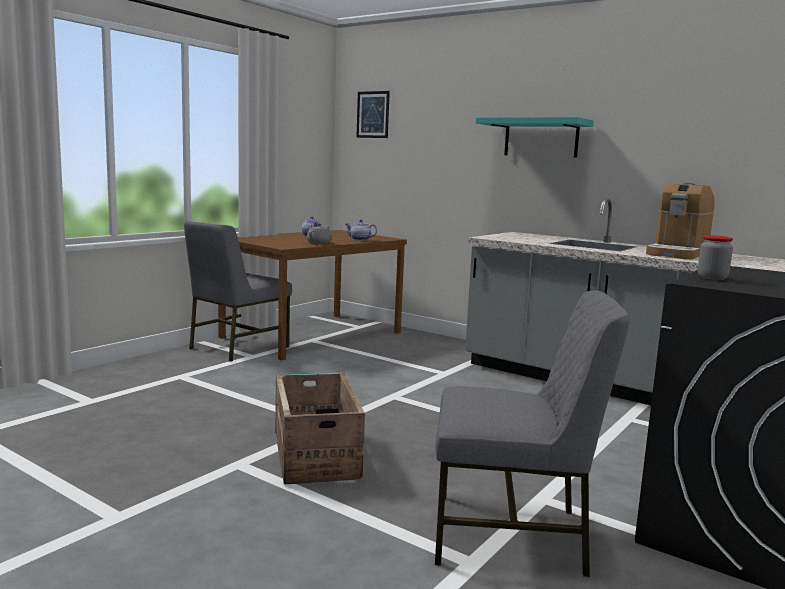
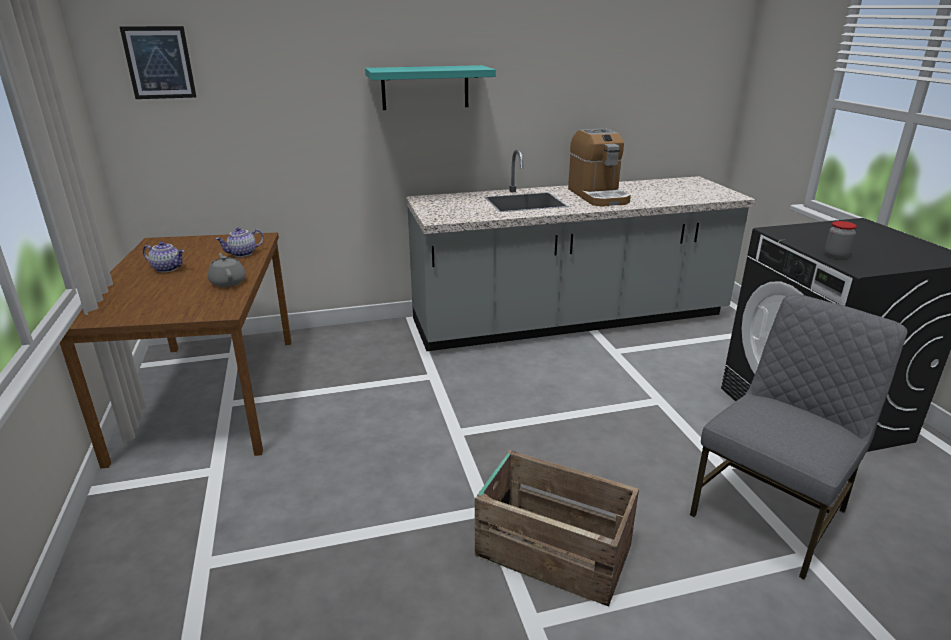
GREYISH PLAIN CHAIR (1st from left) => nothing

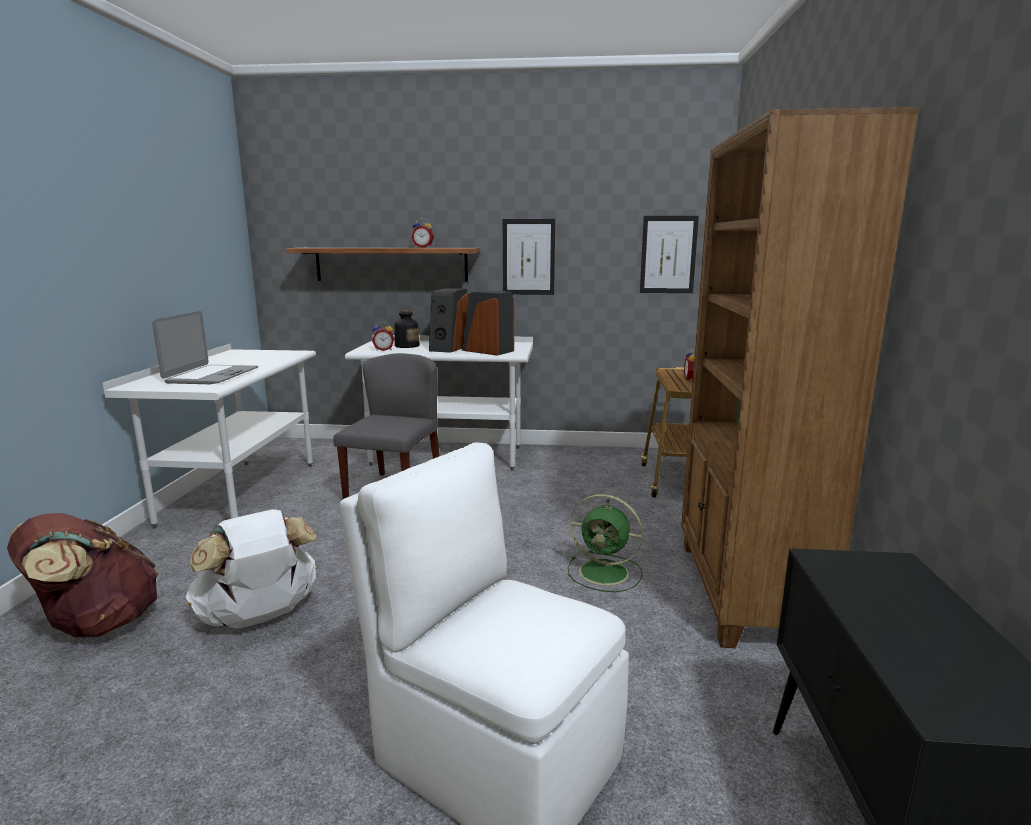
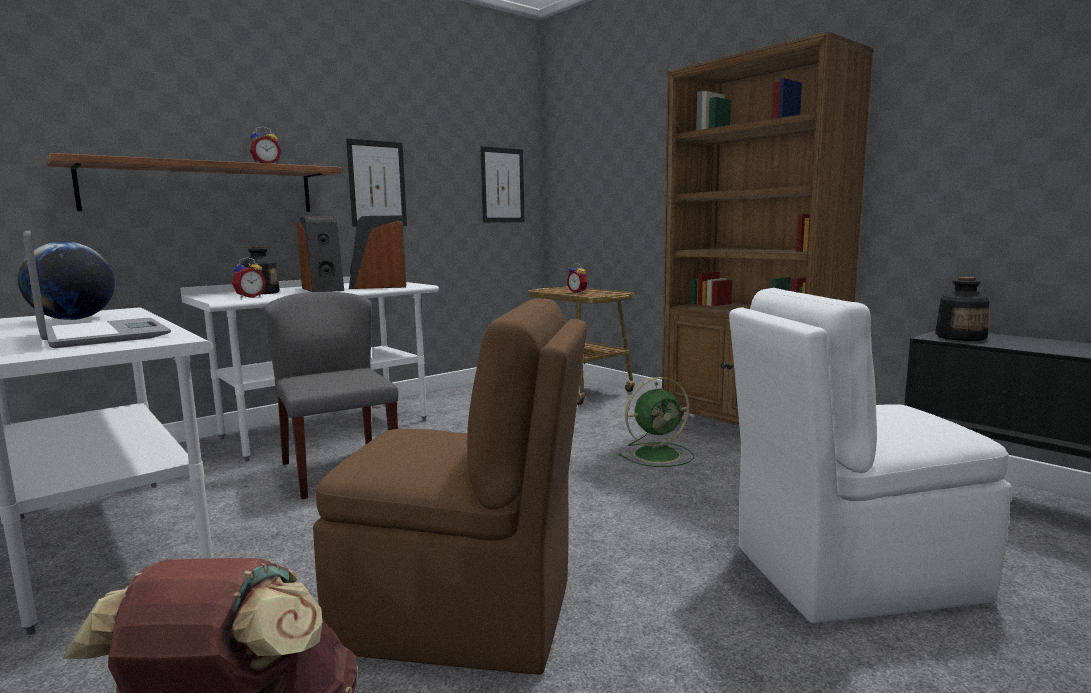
WHITE-COLOURED RUCKSACK => BROWN-COLOURED PLAIN CHAIR
nothing => DESK GLOBE
nothing => BEVERAGE BOTTLE (2nd from left)

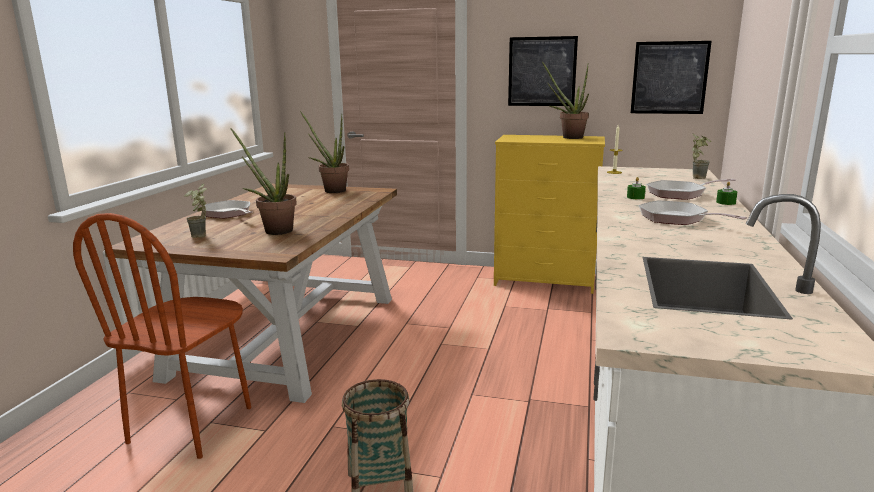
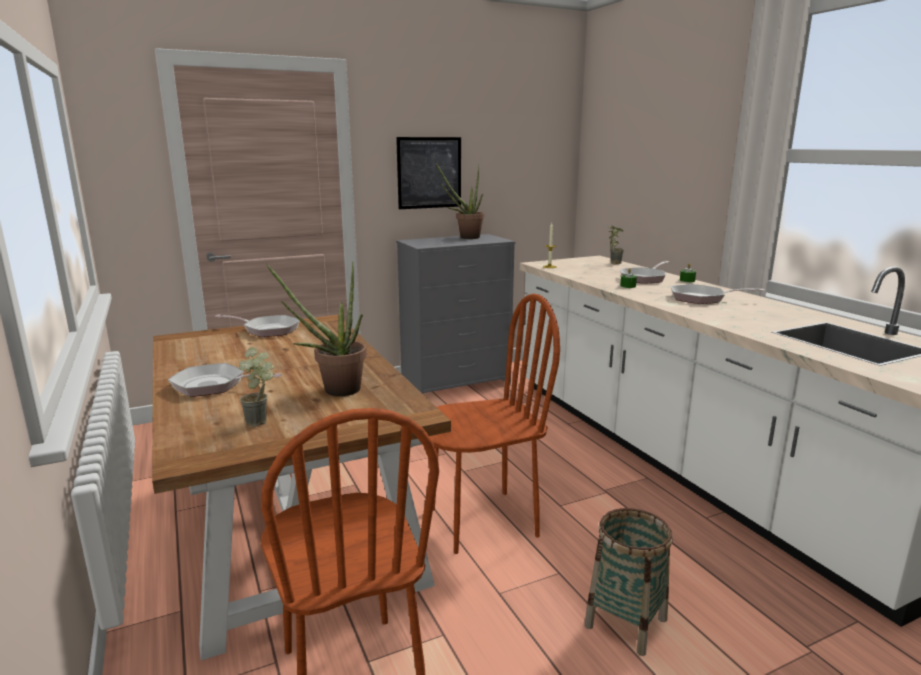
PLANT IN A POT (3rd from left) => FRYING PAN (2nd from left)
YELLOWISH DRAWER CHEST => GREYISH DRAWER CHEST
PICTURE (2nd from left) => nothing
nothing => BROWN-COLOURED PLAIN CHAIR (2nd from left)

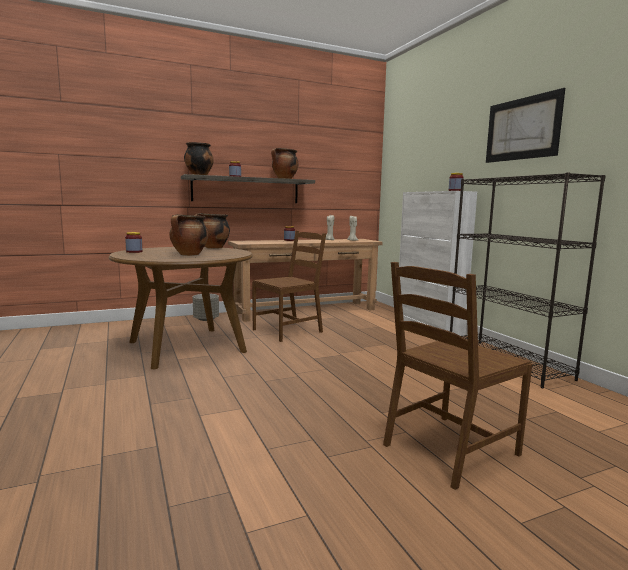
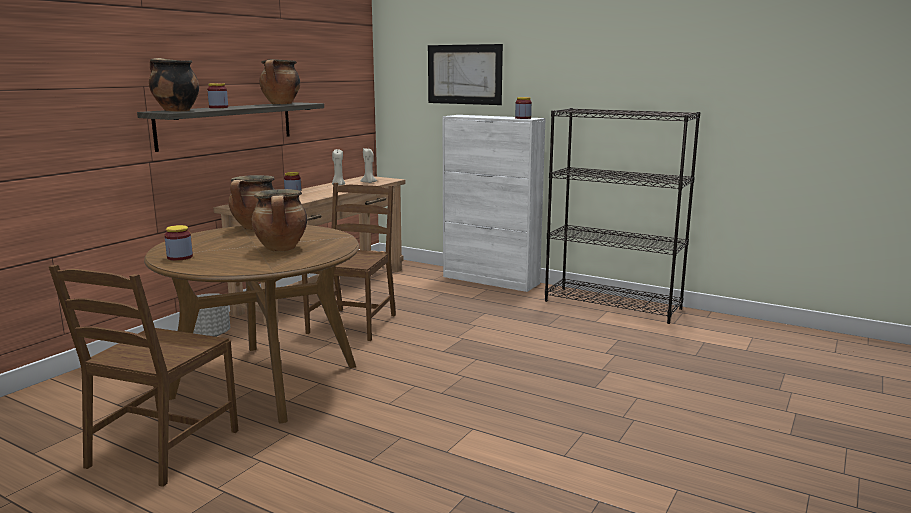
BROWN-COLOURED PLAIN CHAIR (2nd from left in the first image) => BROWN-COLOURED PLAIN CHAIR (1st from left), move
PICTURE, move

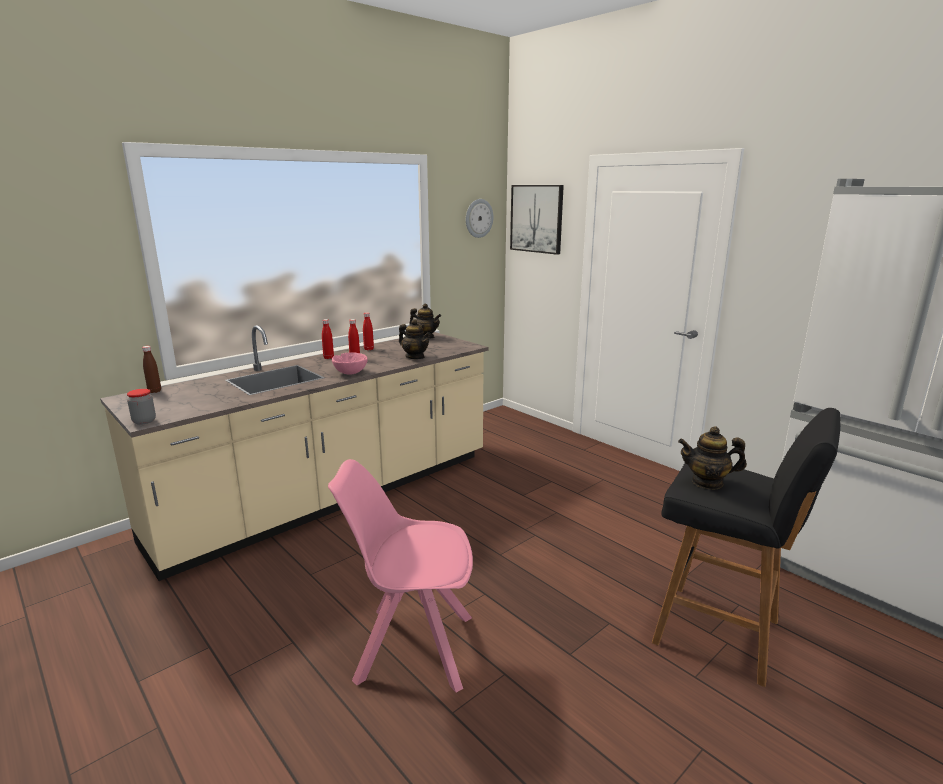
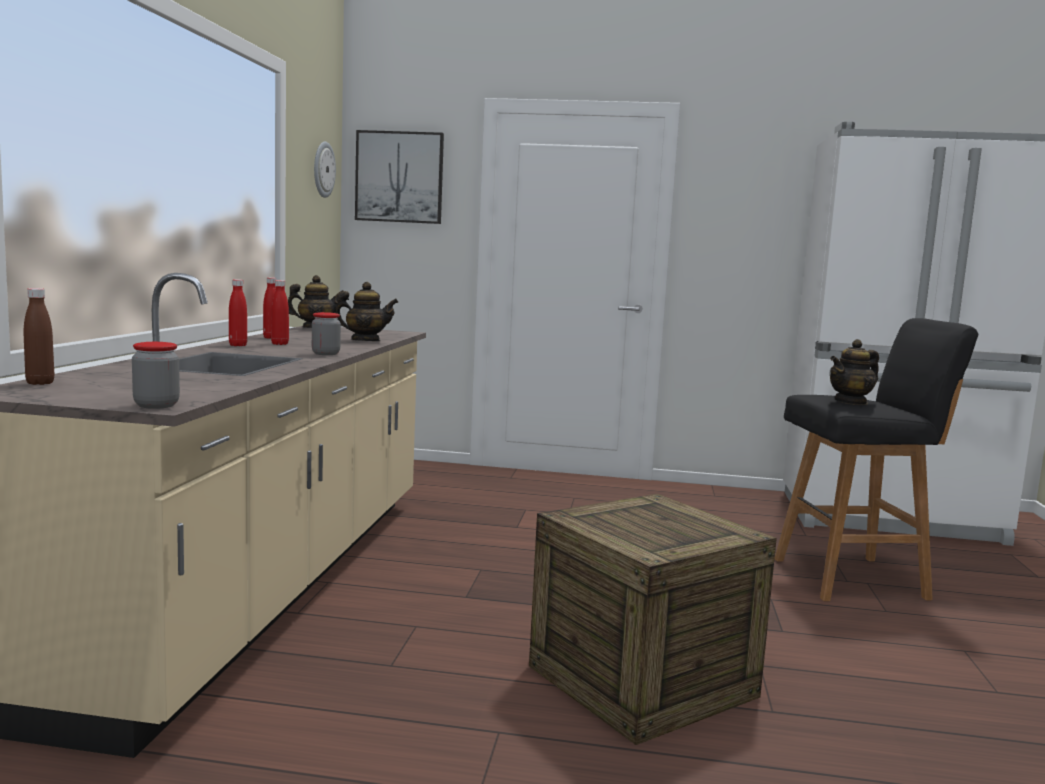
PINKISH PLAIN CHAIR => CRATE
PINKISH DEEP DISH => PRESERVE JAR (2nd from left)

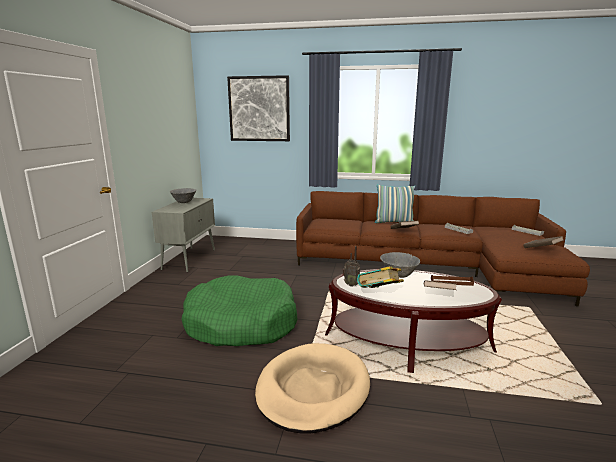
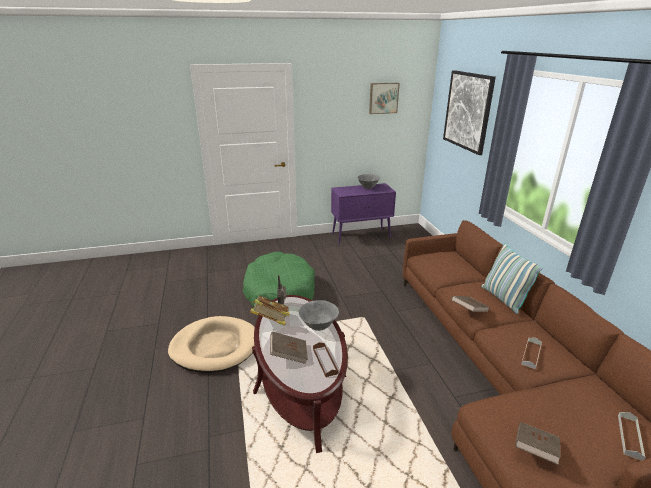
GREYISH CABINET => PURPLISH CABINET
nothing => PICTURE (1st from left)

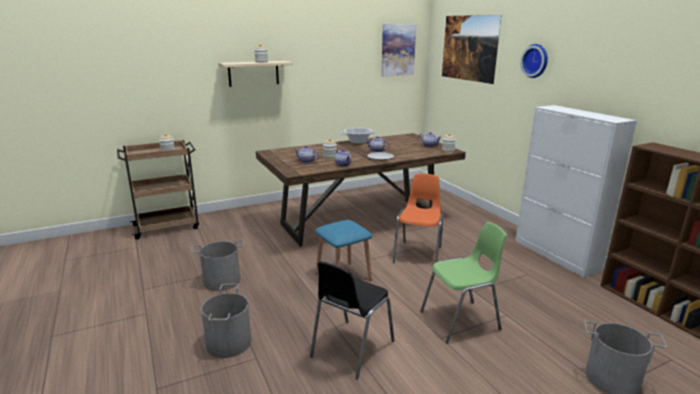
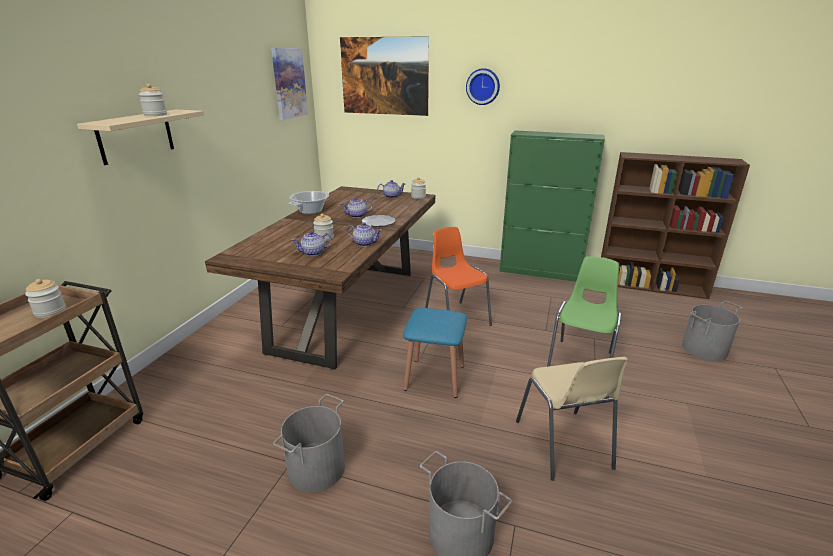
BLACK PLAIN CHAIR => BEIGE PLAIN CHAIR
WHITE-COLOURED CABINET => GREENISH CABINET

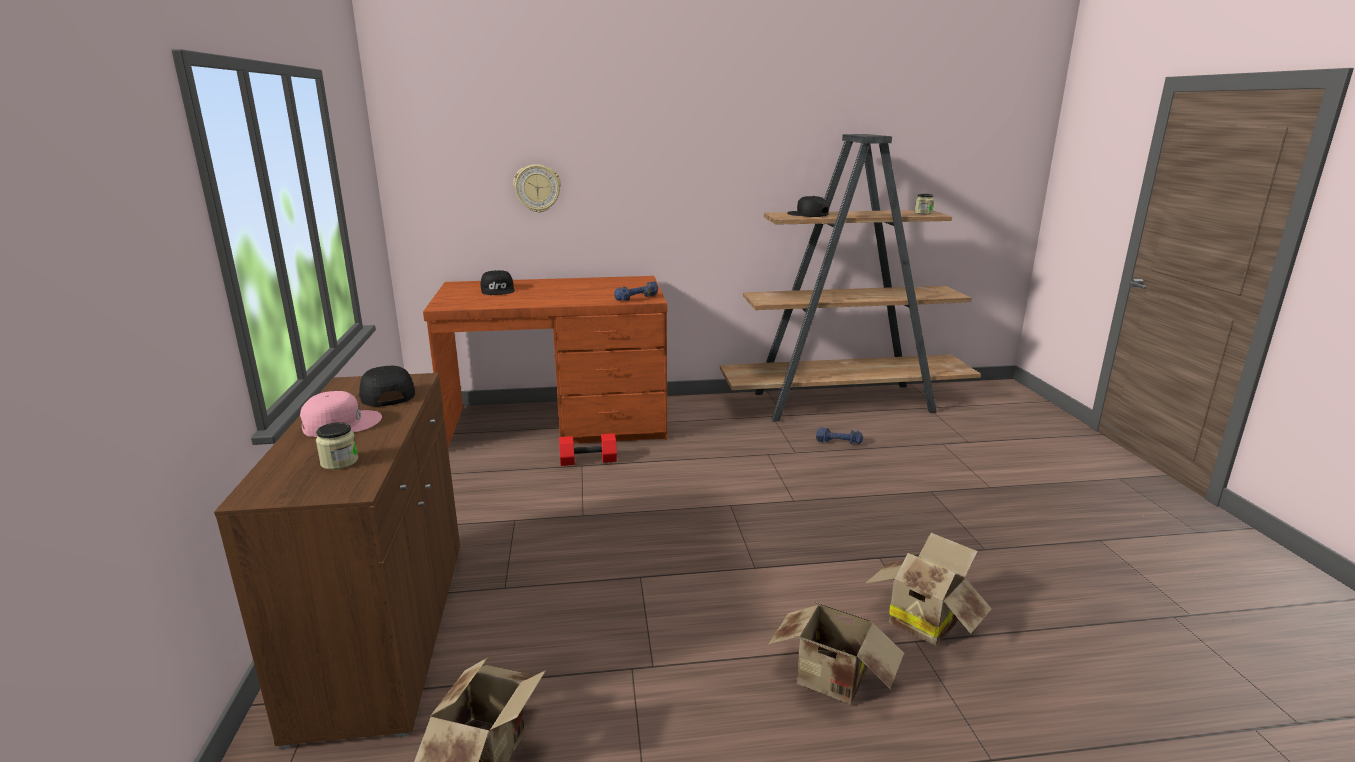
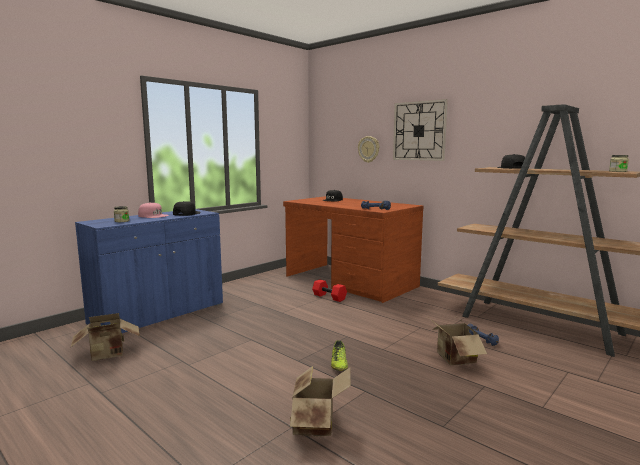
BROWN-COLOURED CABINET => BLUE-COLOURED CABINET
CARDBOARD BOX (2nd from left in the first image) => CARDBOARD BOX (3rd from left), move
nothing => SHOE
nothing => CLOCK ON THE WALL (2nd from left)

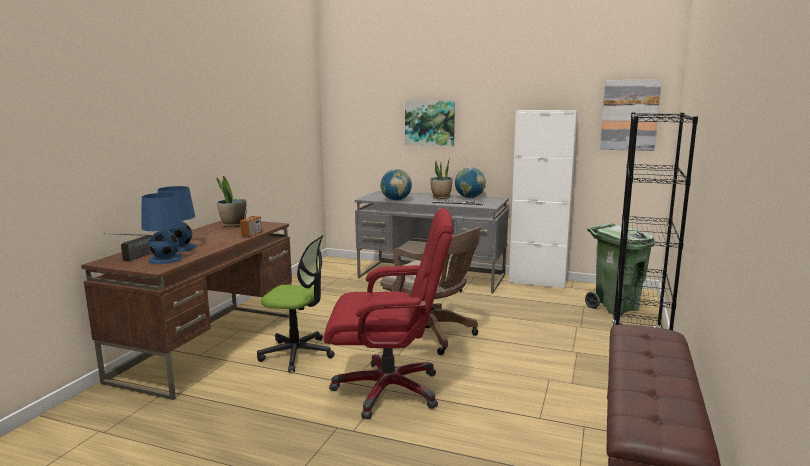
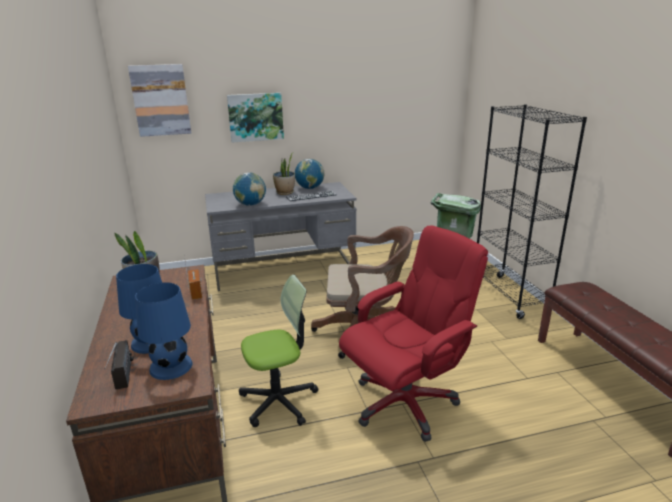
WHITE-COLOURED CABINET => nothing
PICTURE (2nd from left in the first image) => PICTURE (1st from left), move

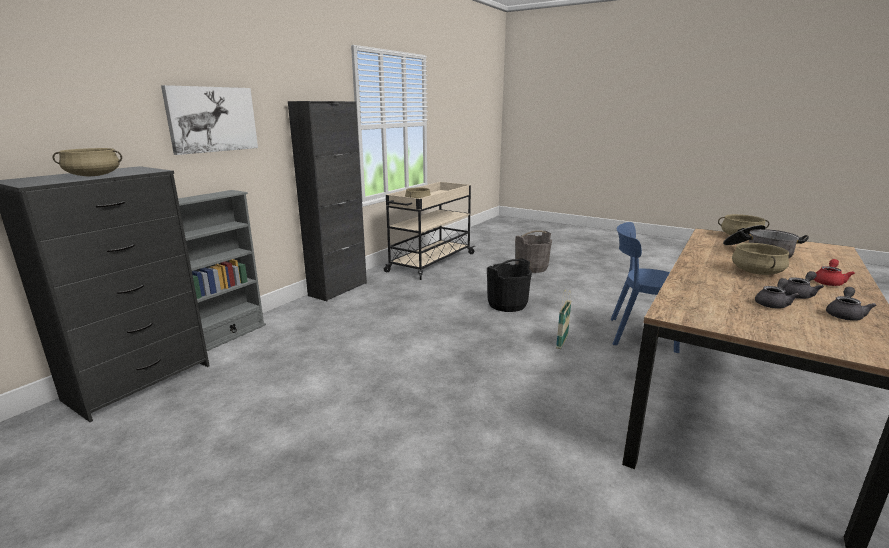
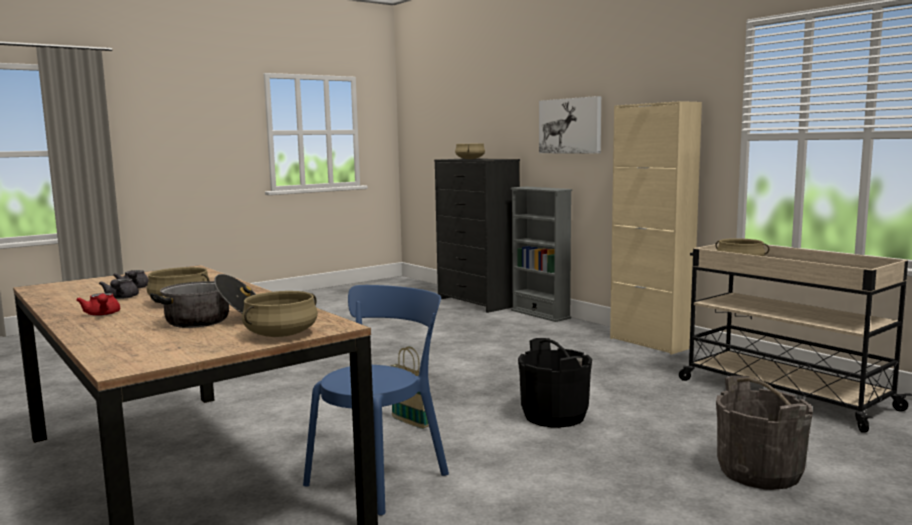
BLACK CABINET => BEIGE CABINET
GREYISH TEA POT (3rd from left) => nothing

